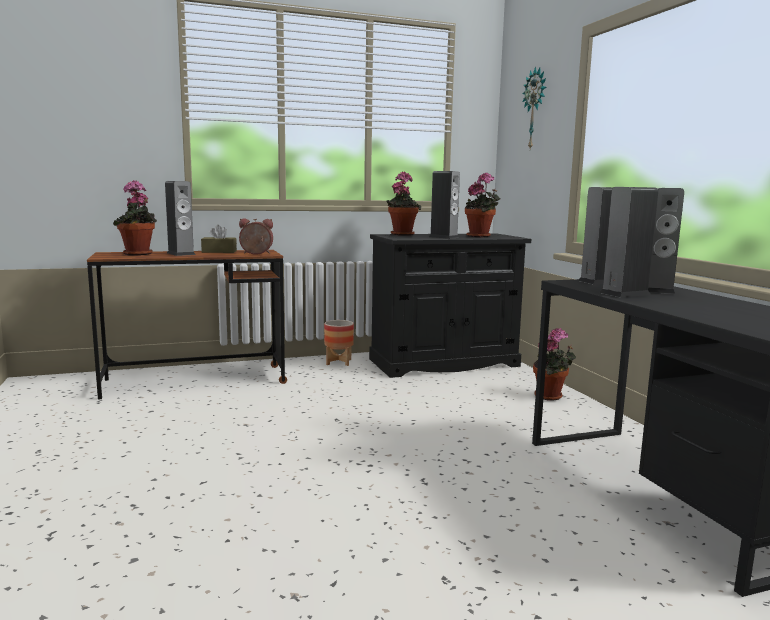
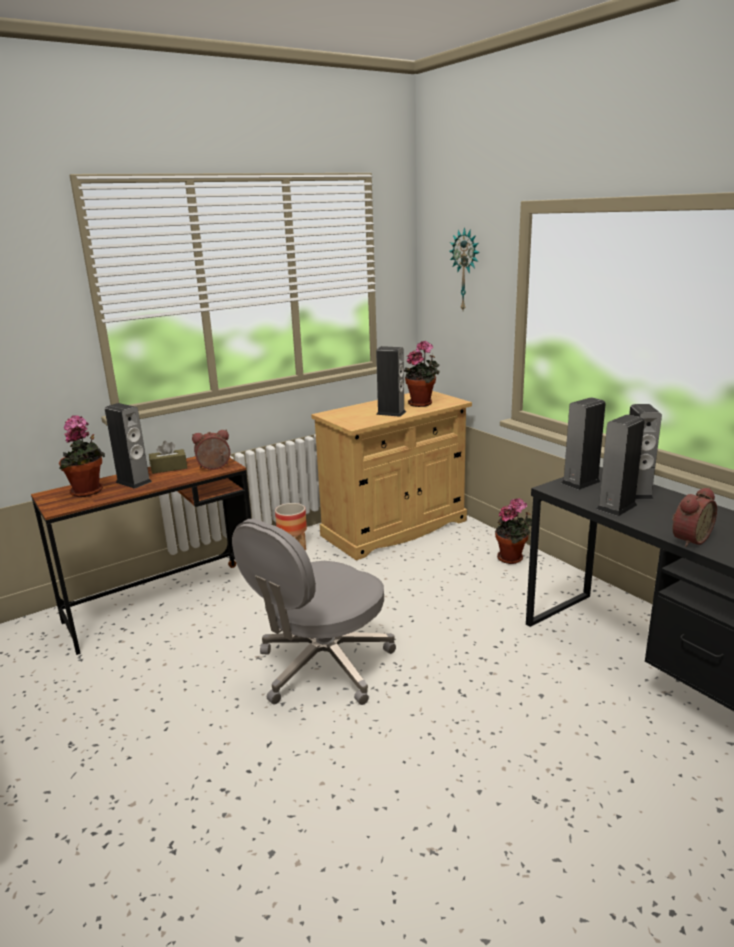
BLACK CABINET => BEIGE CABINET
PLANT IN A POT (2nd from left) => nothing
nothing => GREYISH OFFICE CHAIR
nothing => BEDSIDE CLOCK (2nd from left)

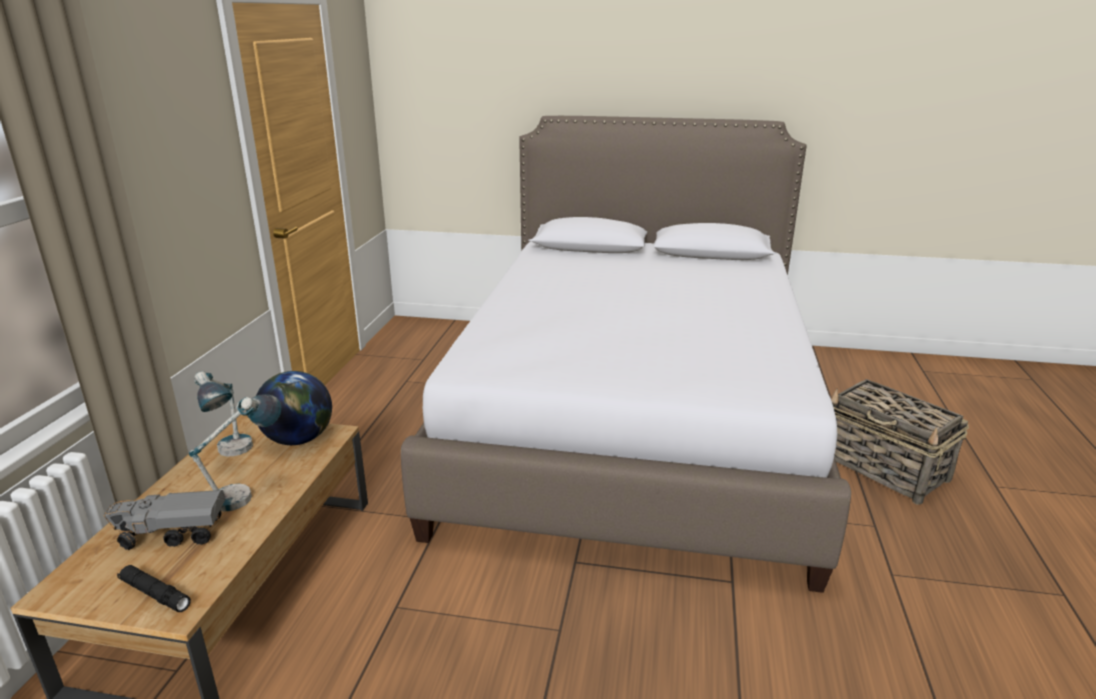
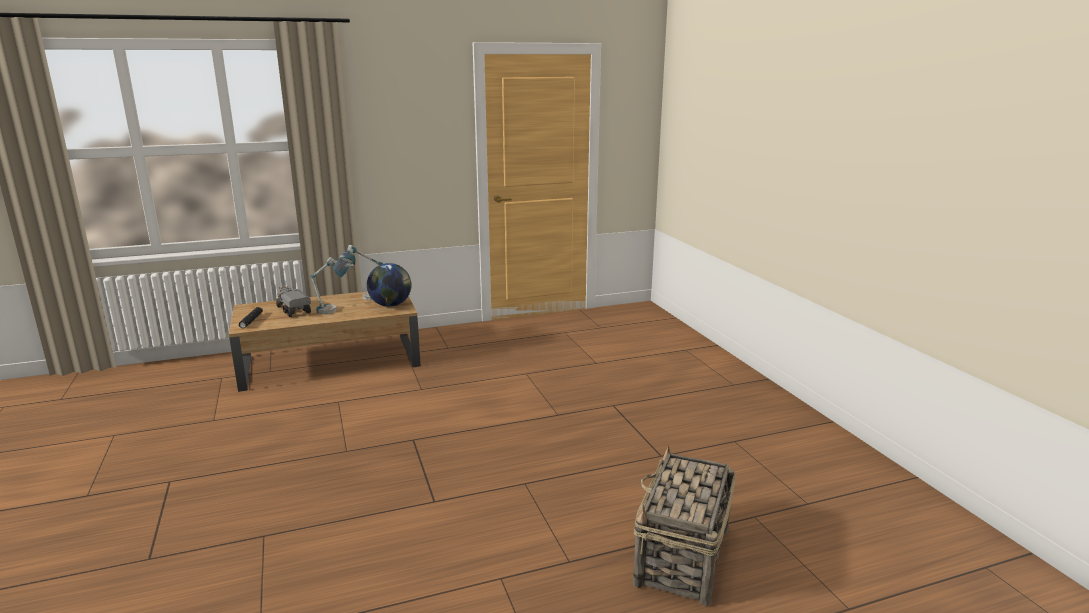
BED => nothing

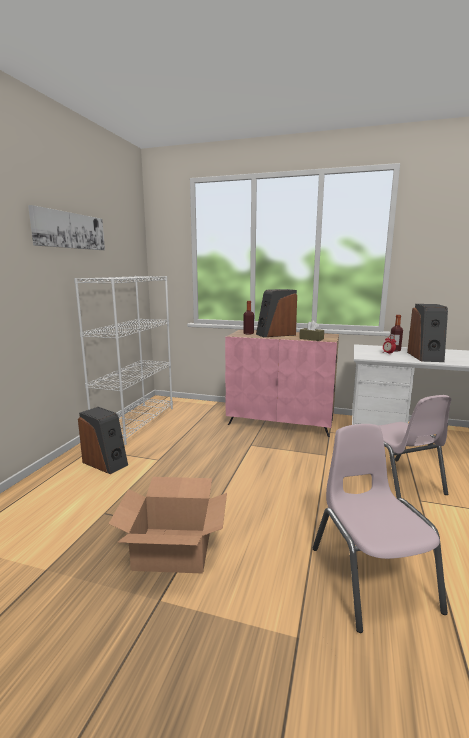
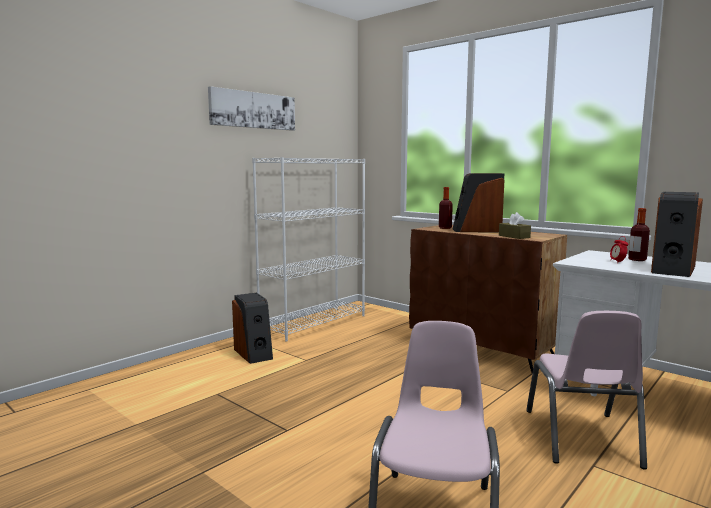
CARDBOARD BOX => nothing
PINKISH CABINET => BROWN-COLOURED CABINET

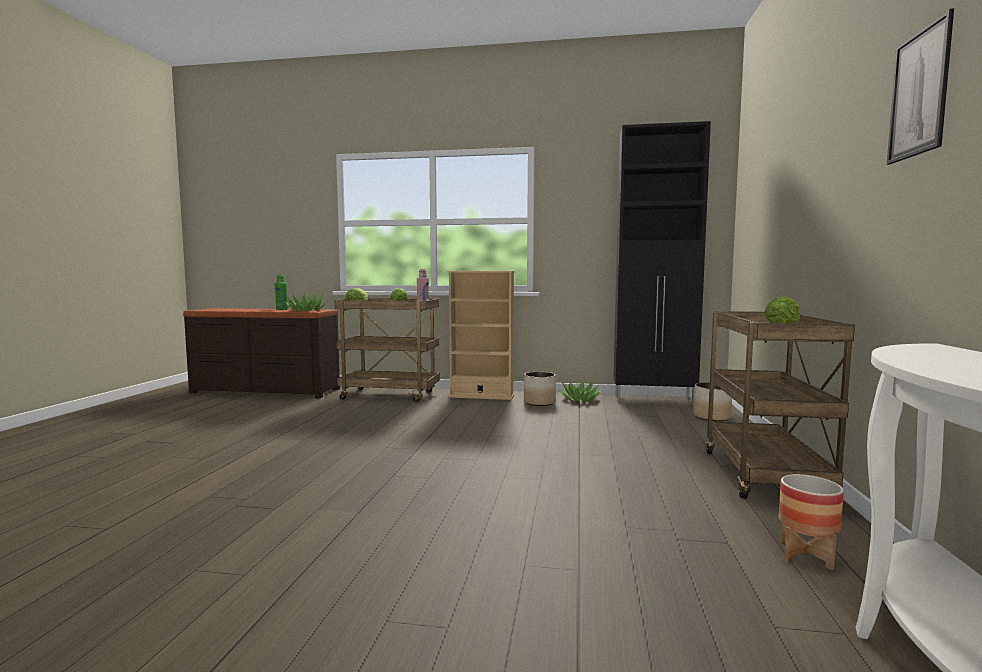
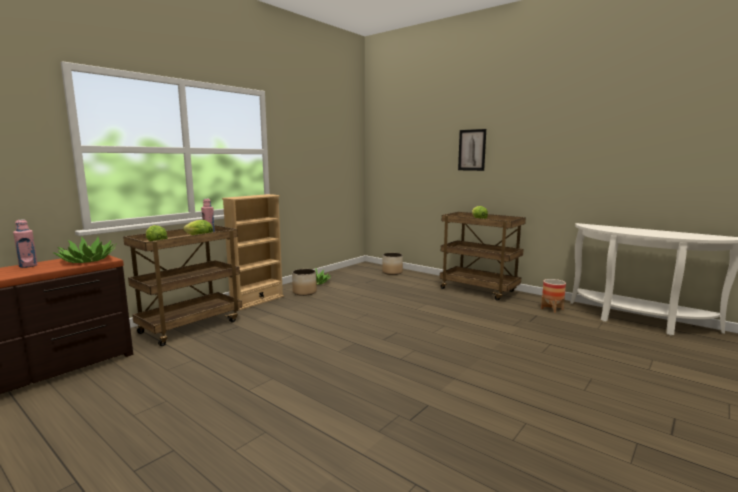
GREENISH BEVERAGE BOTTLE => PINKISH BEVERAGE BOTTLE (1st from left)
BLACK CABINET => nothing
PICTURE, move

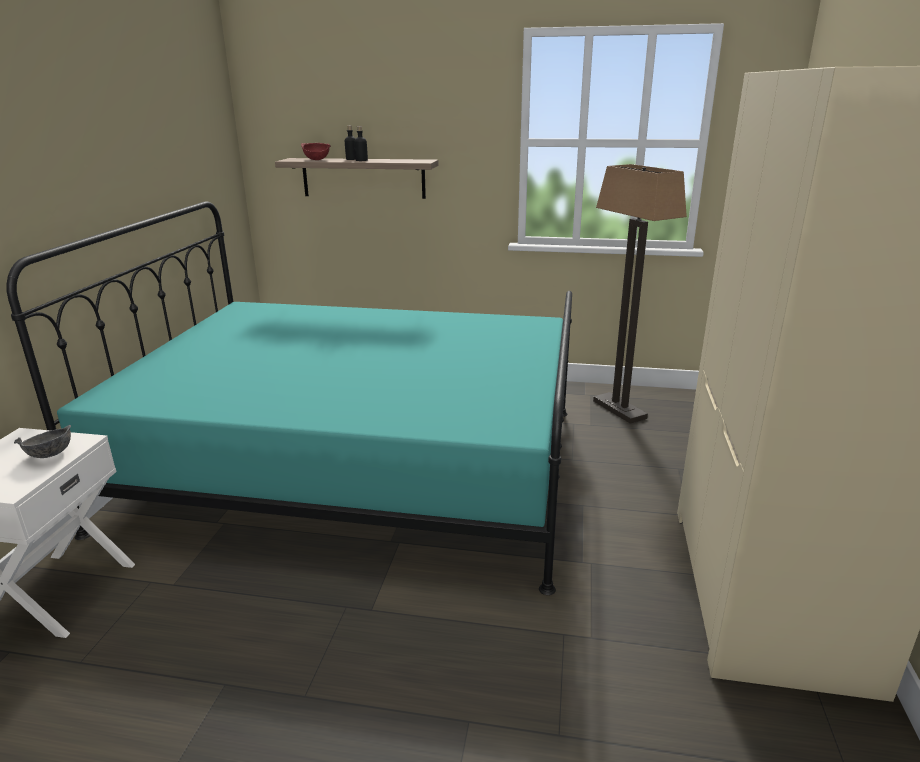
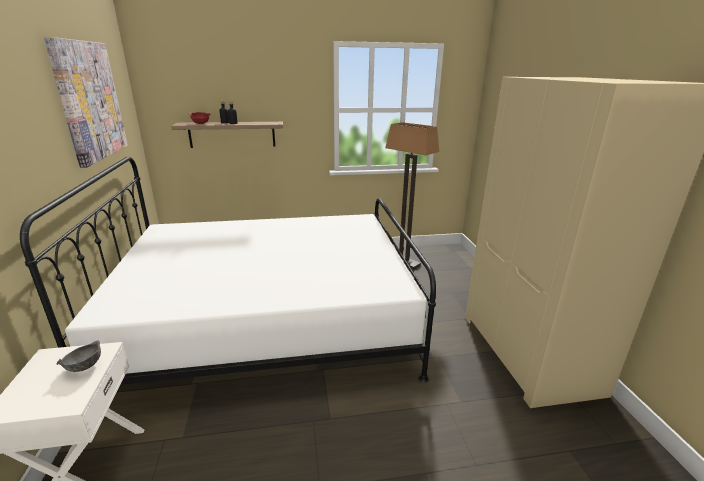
TURQUOISE BED => WHITE-COLOURED BED
nothing => PICTURE

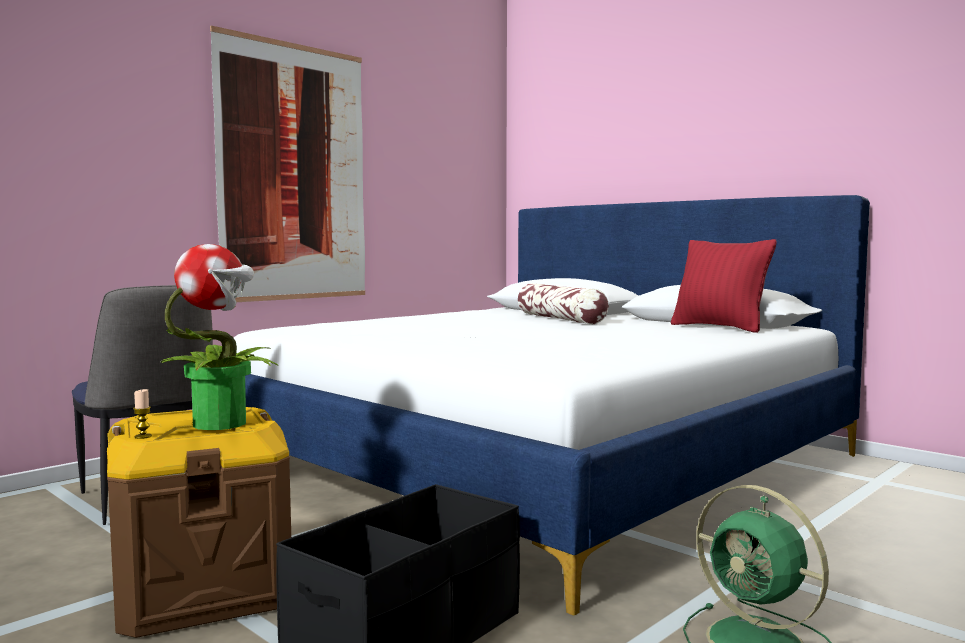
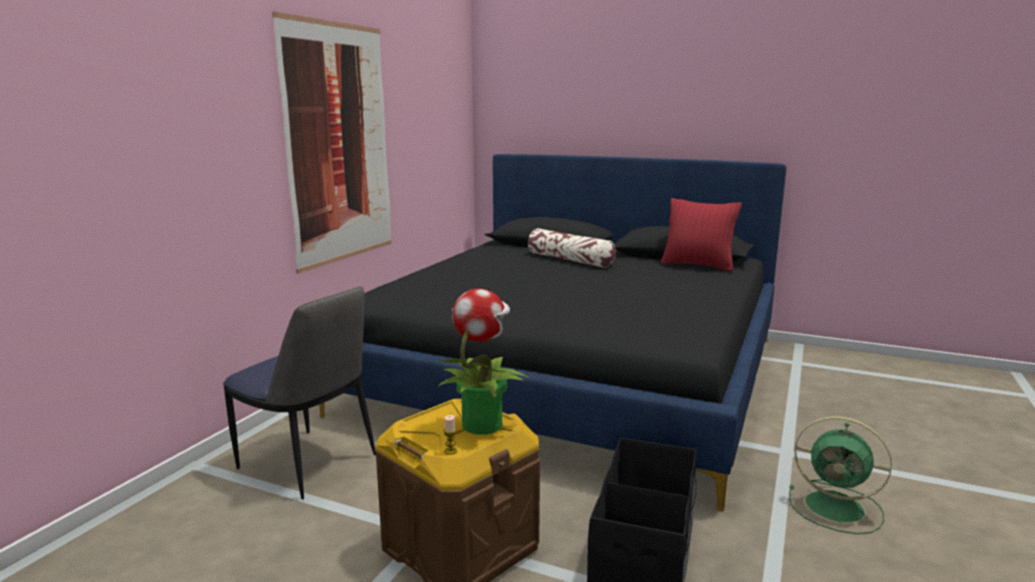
WHITE-COLOURED BED => BLACK BED

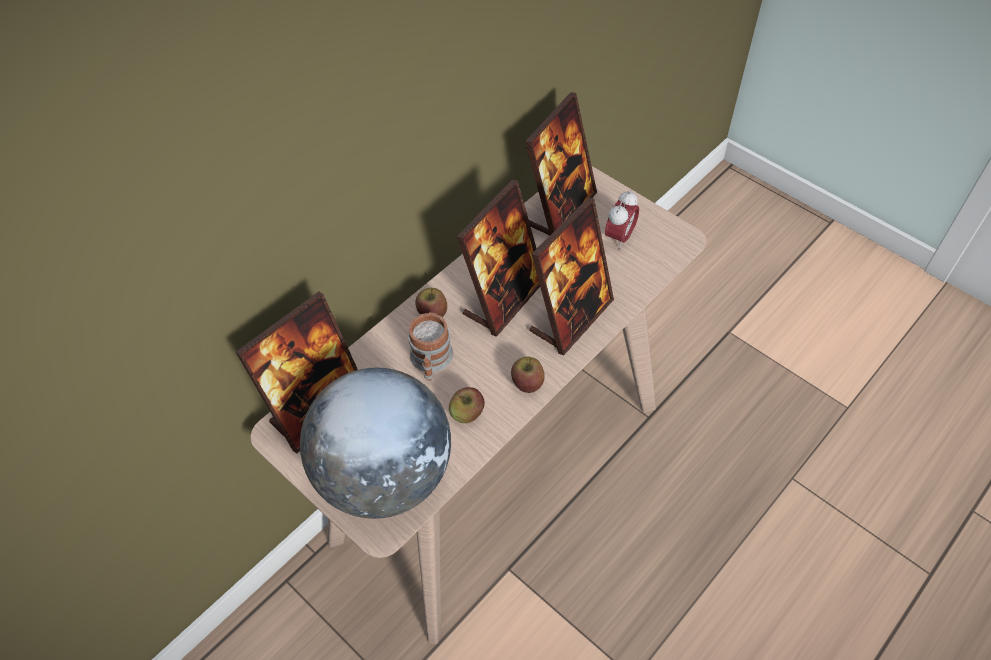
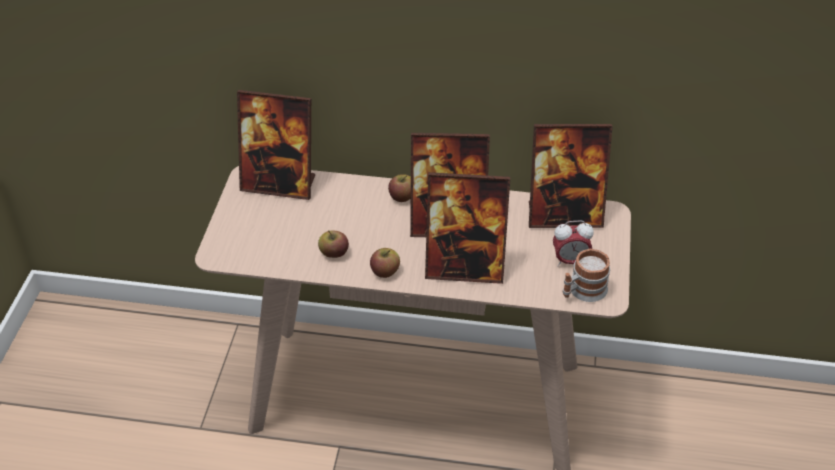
DESK GLOBE => nothing
TEA MUG, move

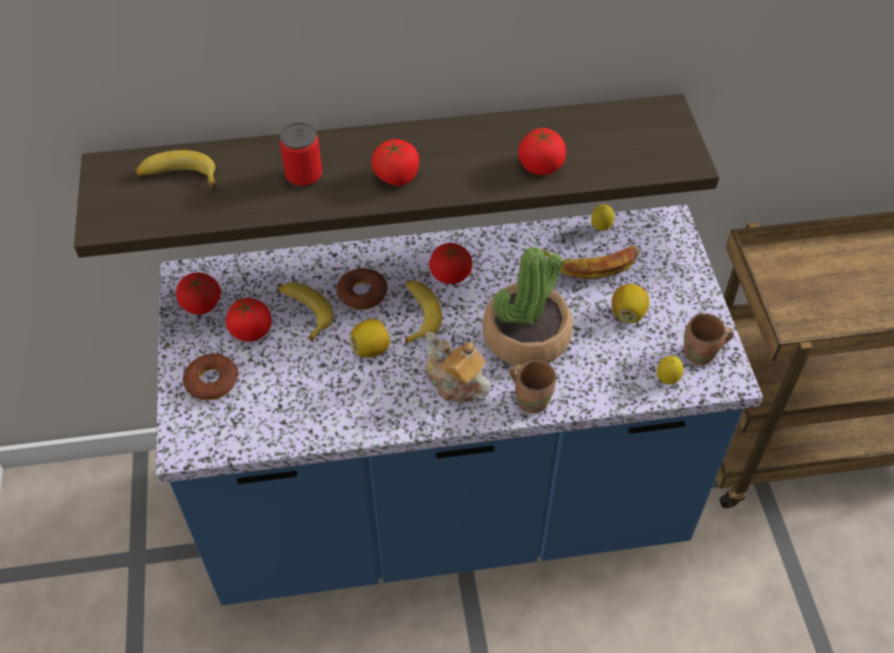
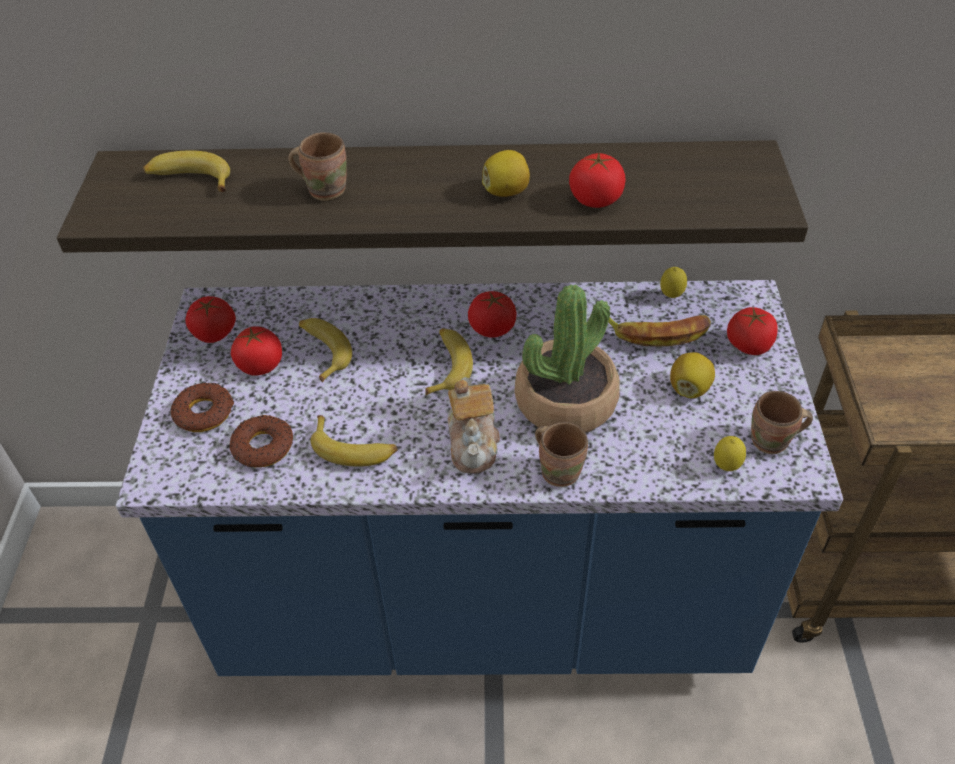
CAN => BROWN-COLOURED TEA MUG (1st from left)
RING DOUGHNUT (2nd from left), move
LEMON (1st from left), move
WHOLE TOMATO (3rd from left in the first image) => WHOLE TOMATO (5th from left), move
TEA POT, 150 degrees counterclockwise
nothing => BANANA FRUIT (3rd from left)

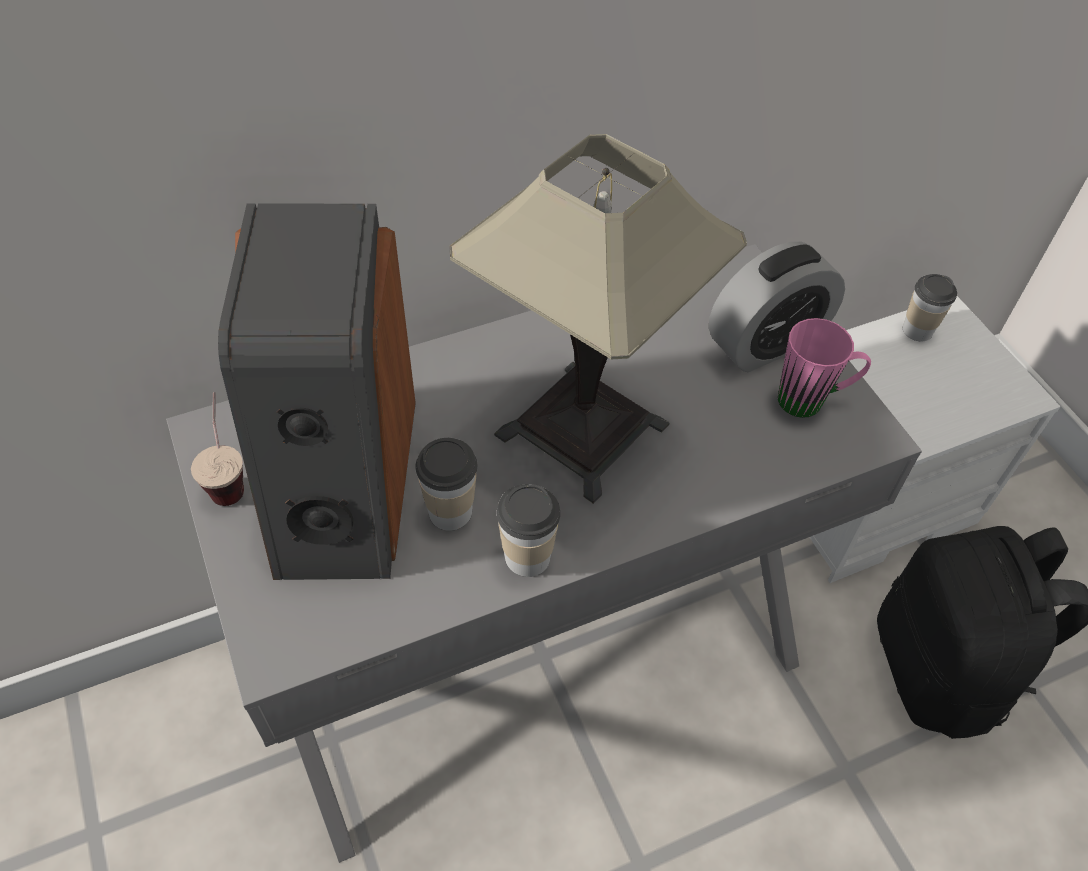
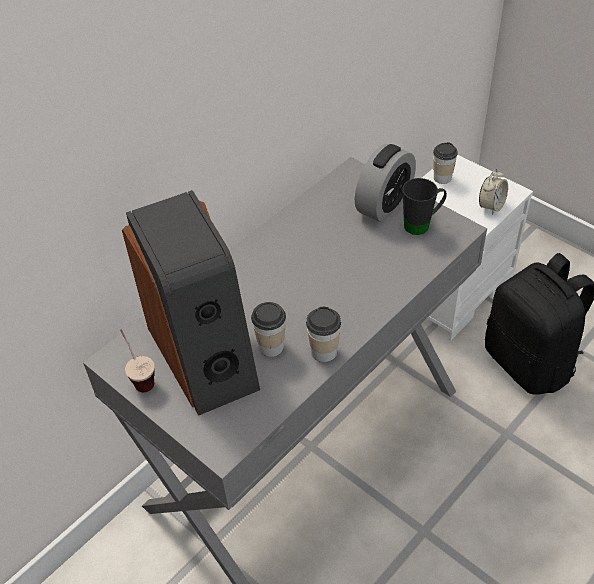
TABLETOP LAMP => nothing
PINKISH TEA MUG => BLACK TEA MUG
nothing => BEDSIDE CLOCK (2nd from left)

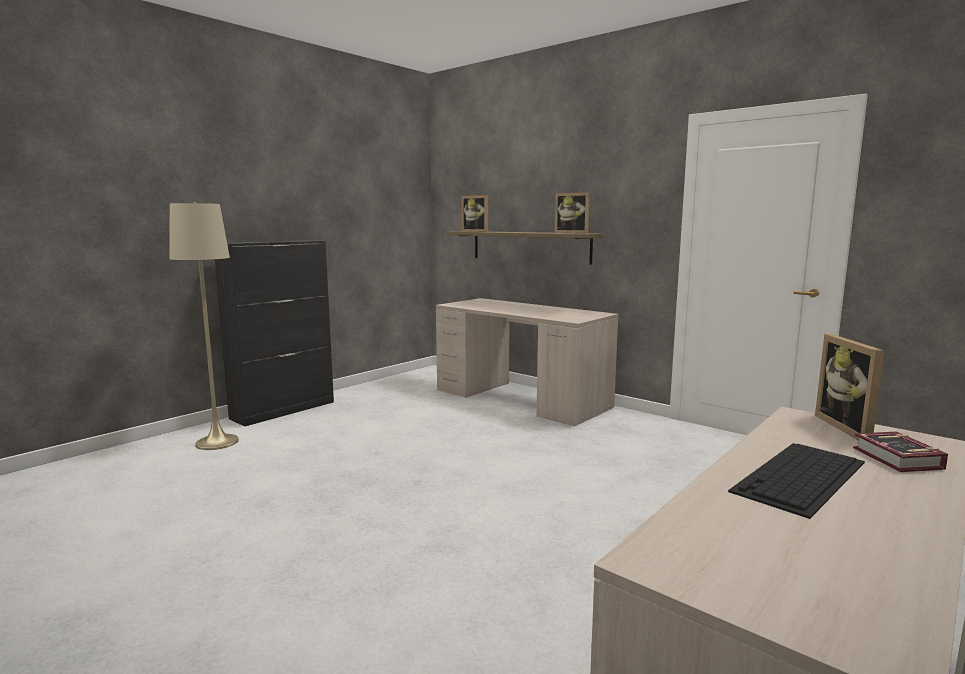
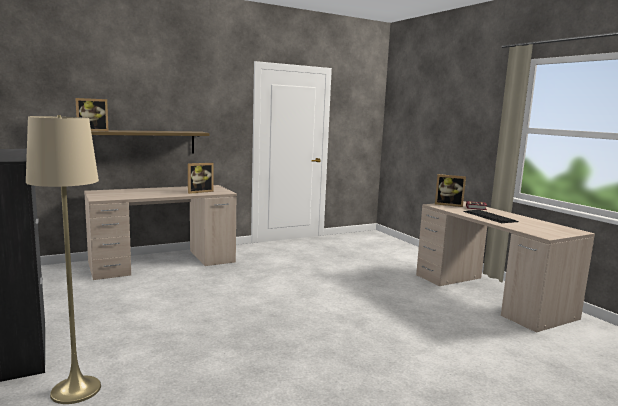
PICTURE FRAME (2nd from left), move

